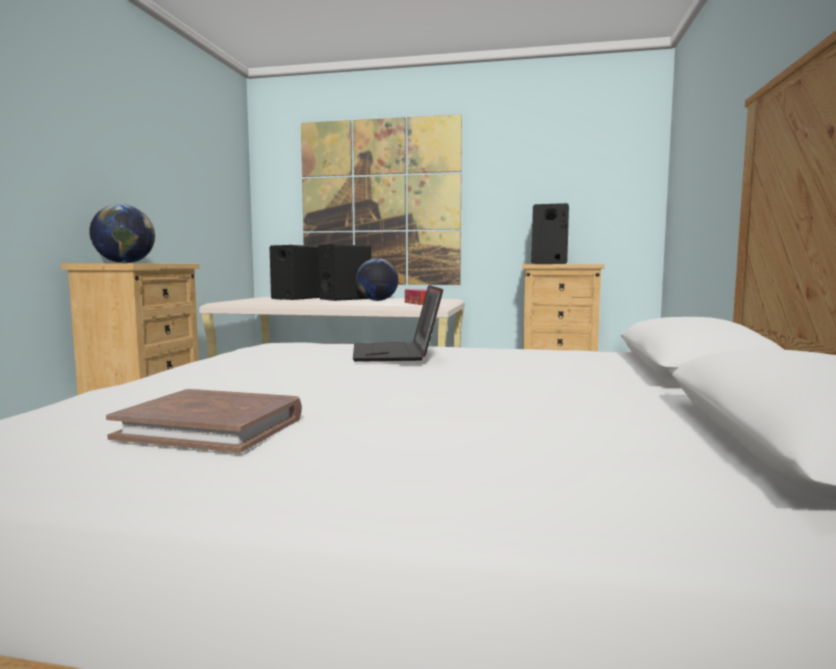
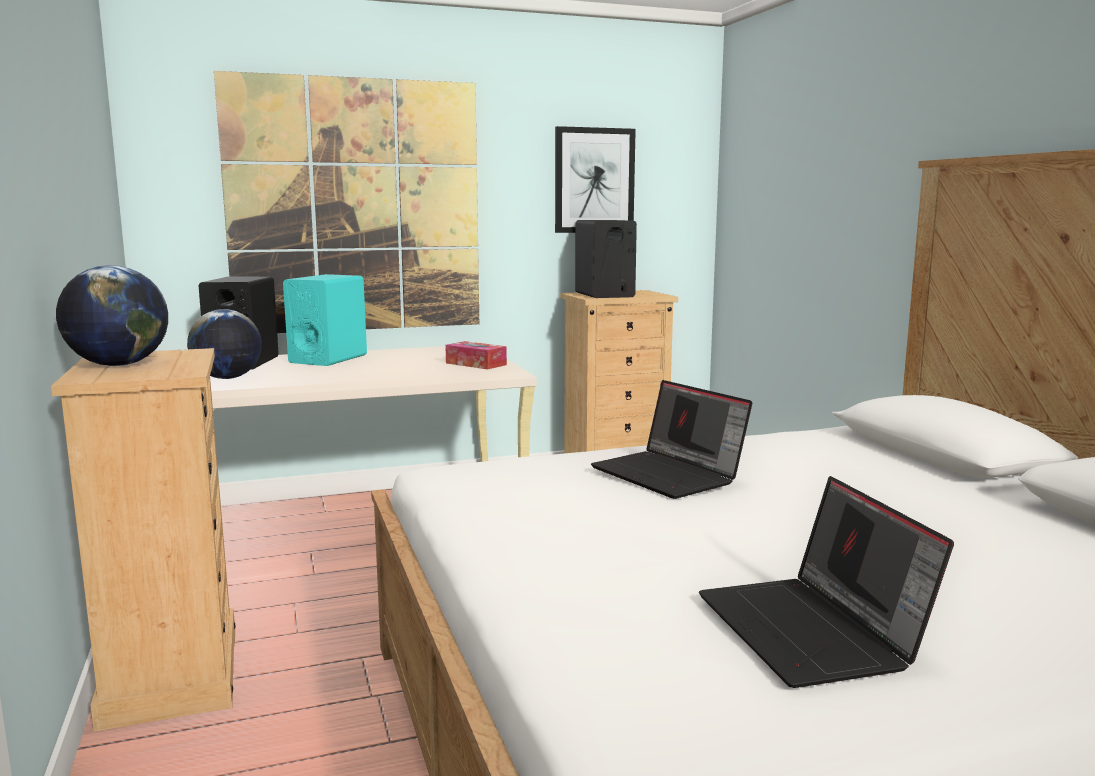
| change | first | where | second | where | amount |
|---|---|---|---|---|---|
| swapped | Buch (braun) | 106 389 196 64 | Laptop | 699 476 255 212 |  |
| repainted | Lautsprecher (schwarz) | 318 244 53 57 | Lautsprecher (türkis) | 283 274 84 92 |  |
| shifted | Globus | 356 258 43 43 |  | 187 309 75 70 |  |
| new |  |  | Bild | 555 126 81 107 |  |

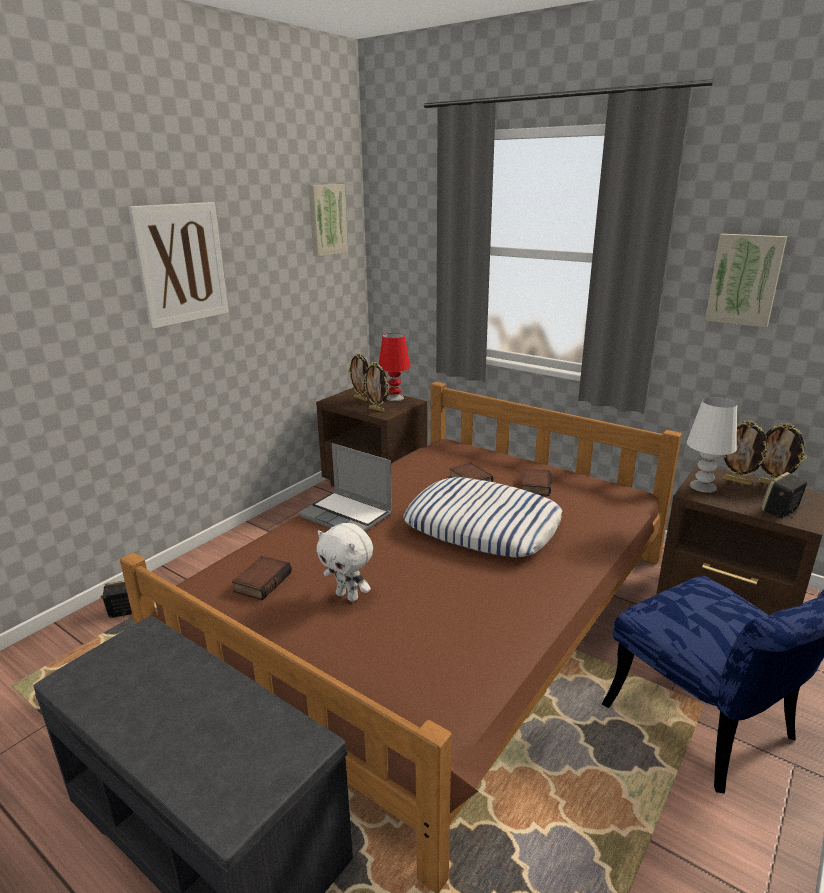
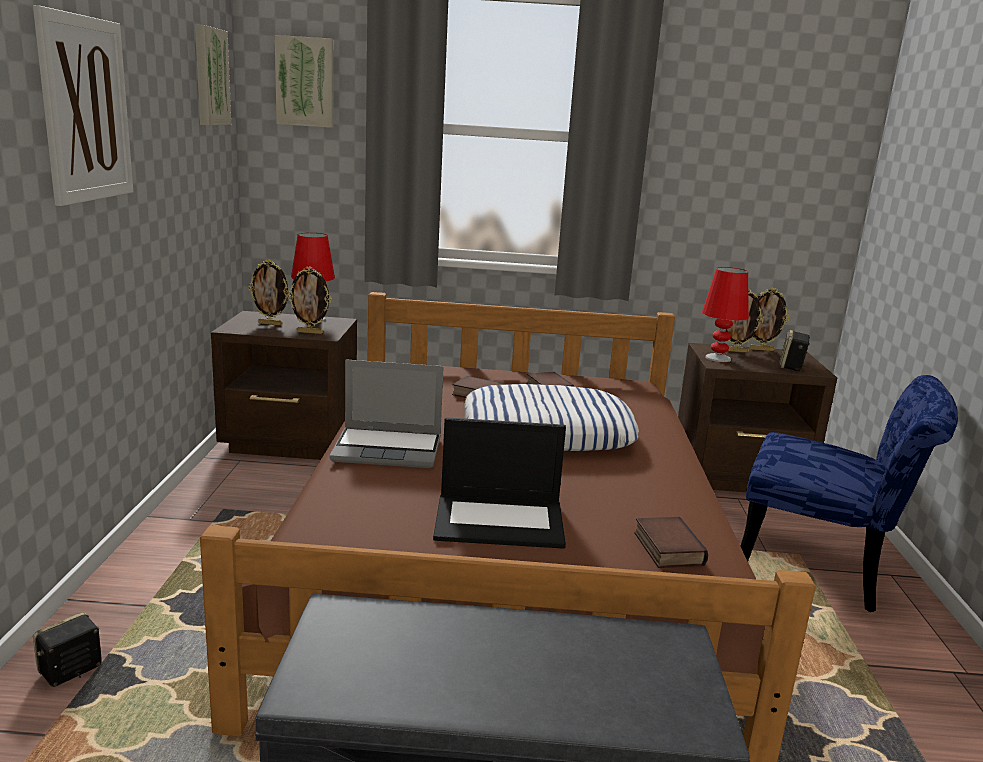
| change | first | where | second | where | amount |
|---|---|---|---|---|---|
| shifted | Buch | 232 556 60 44 |  | 634 517 74 51 |  |
| swapped | Plüschtier (weiß) | 316 523 57 79 | Laptop | 433 417 133 132 |  |
| repainted | Tischlampe (weiß) | 687 397 50 96 | Tischlampe (rot) | 702 267 47 95 |  |
| shifted | Bild | 705 234 82 93 |  | 275 35 59 93 |  |

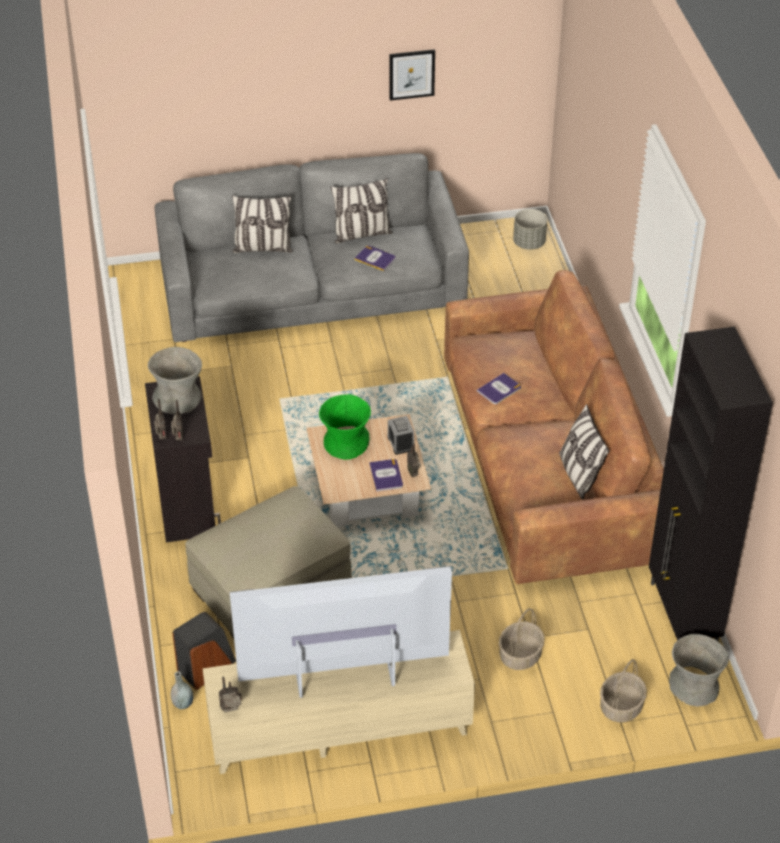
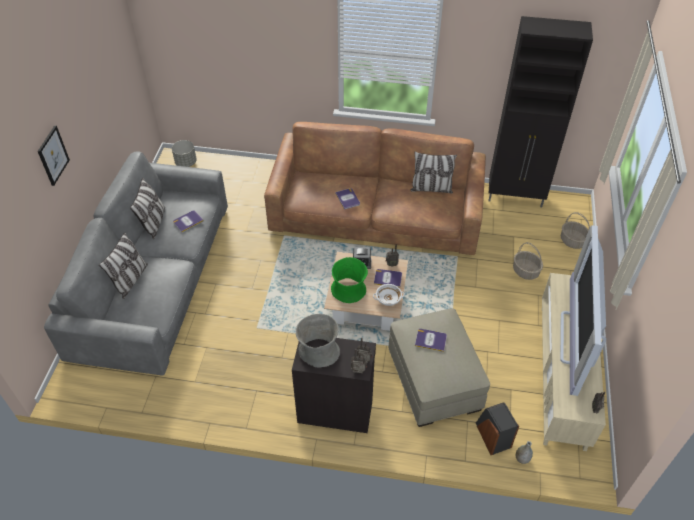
| change | first | where | second | where | amount |
|---|---|---|---|---|---|
| shifted | Bild | 389 49 46 52 |  | 38 125 32 61 |  |
| gone | Vase (grau) | 669 634 60 73 |  |  |  |
| new |  |  | Schüssel (weiß) | 373 284 32 22 |  |
| new |  |  | Buch | 415 329 32 23 |  |

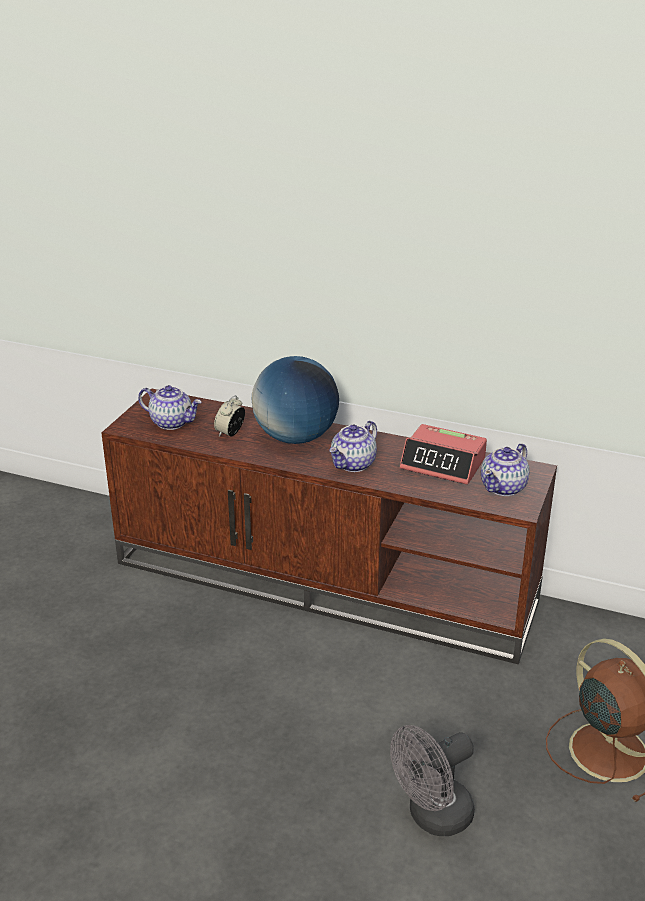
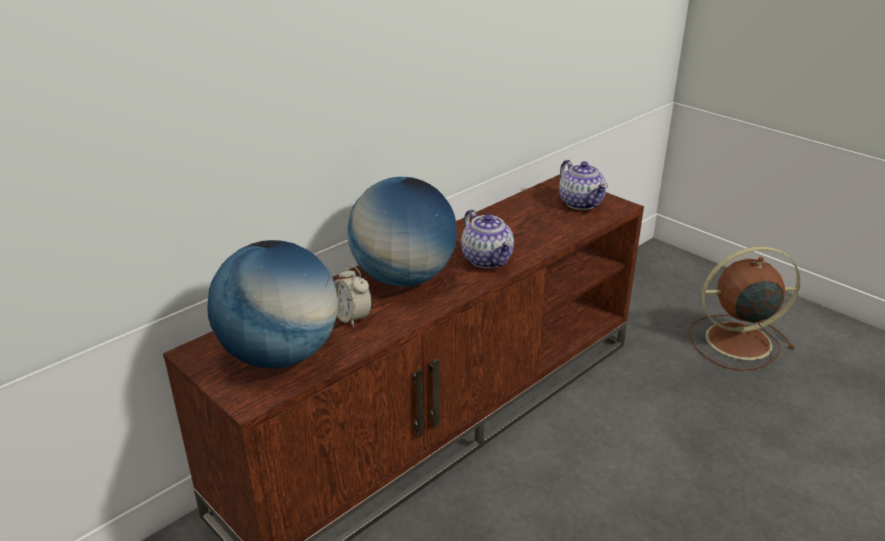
| change | first | where | second | where | amount |
|---|---|---|---|---|---|
| swapped | Teekanne | 138 385 63 45 | Globus | 207 240 131 129 |  |
| gone | Ventilator (grau) | 390 725 85 111 |  |  |  |
| gone | Wecker | 400 424 87 61 |  |  |  |

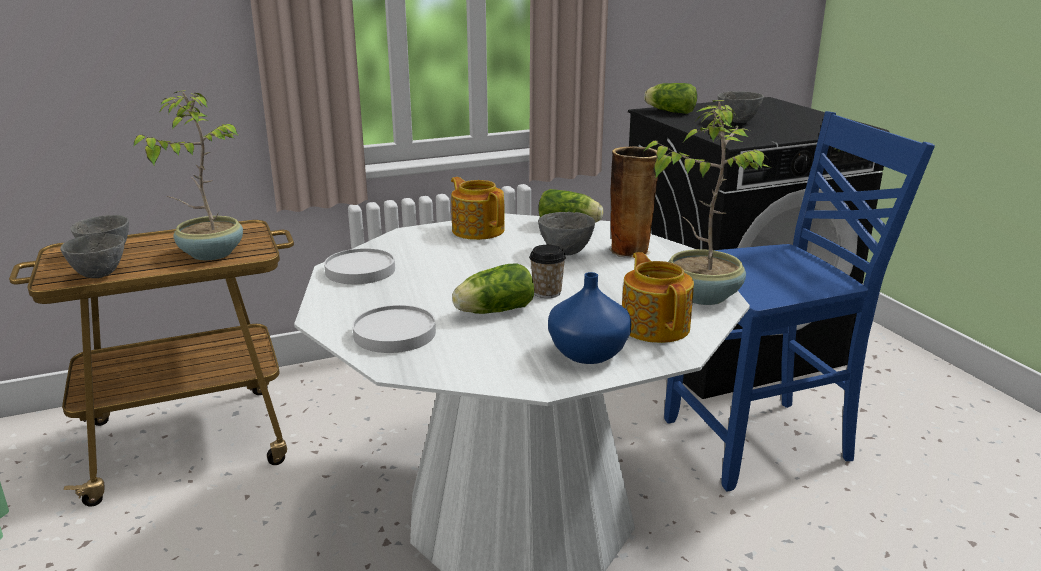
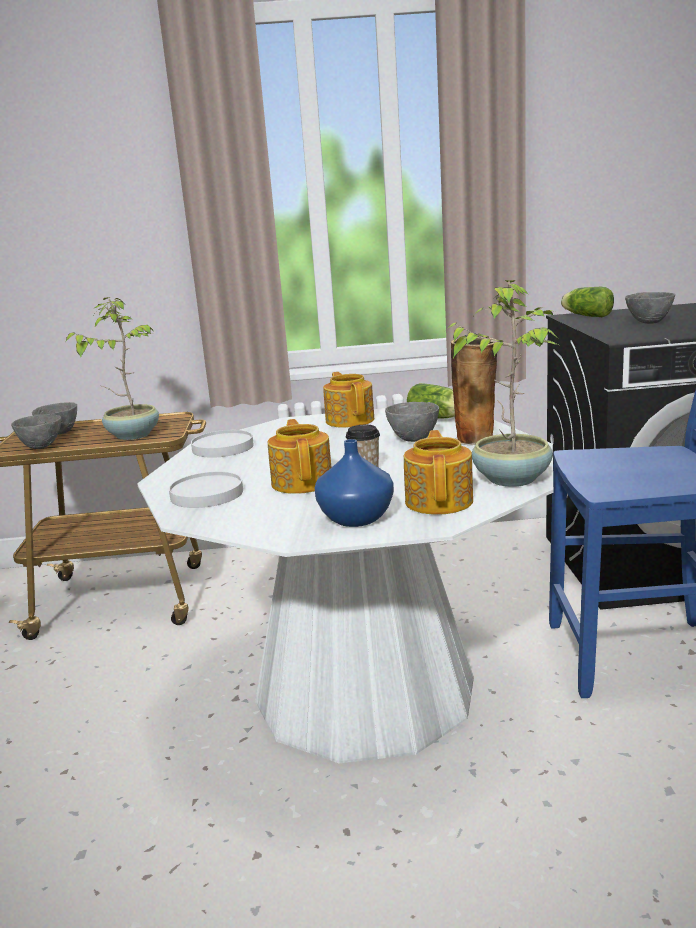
| change | first | where | second | where | amount |
|---|---|---|---|---|---|
| swapped | Salatkopf | 452 263 82 51 | Teekanne | 268 419 64 75 |  |

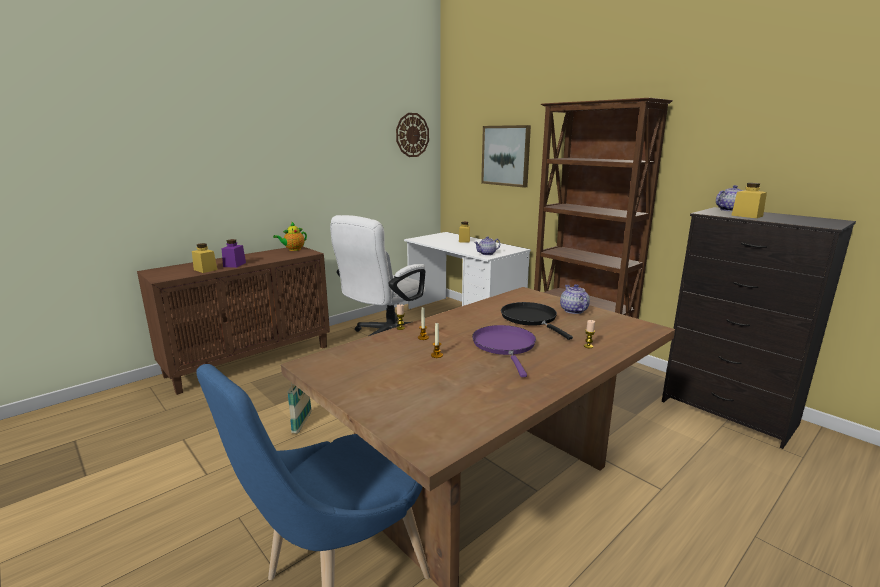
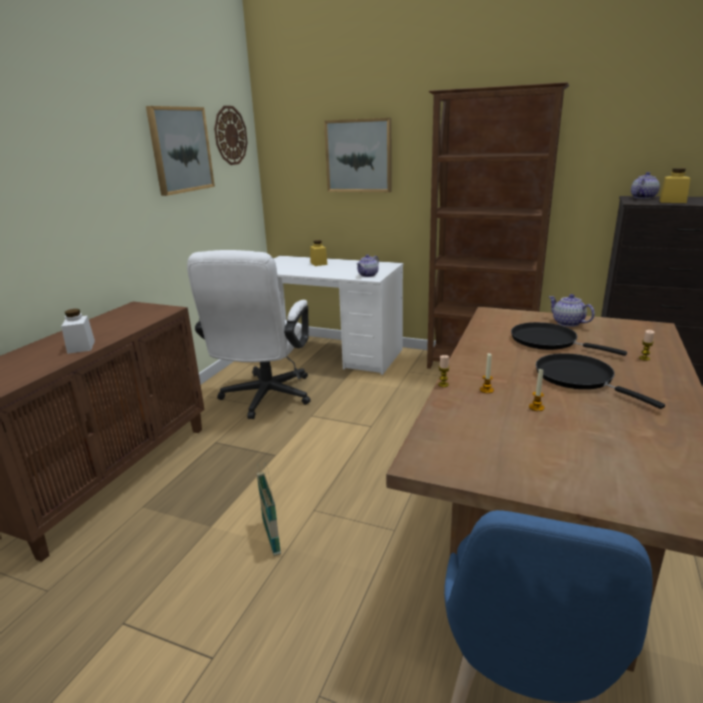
| change | first | where | second | where | amount |
|---|---|---|---|---|---|
| gone | Vorratsglas (gelb) | 192 243 25 30 |  |  |  |
| repainted | Vorratsglas (lila) | 221 239 25 29 | Vorratsglas (weiß) | 61 309 34 45 |  |
| gone | Teekanne | 273 221 34 30 |  |  |  |
| repainted | Pfanne (lila) | 472 325 64 52 | Pfanne (schwarz) | 536 353 129 56 |  |
| new |  |  | Bild | 146 106 69 90 |  |

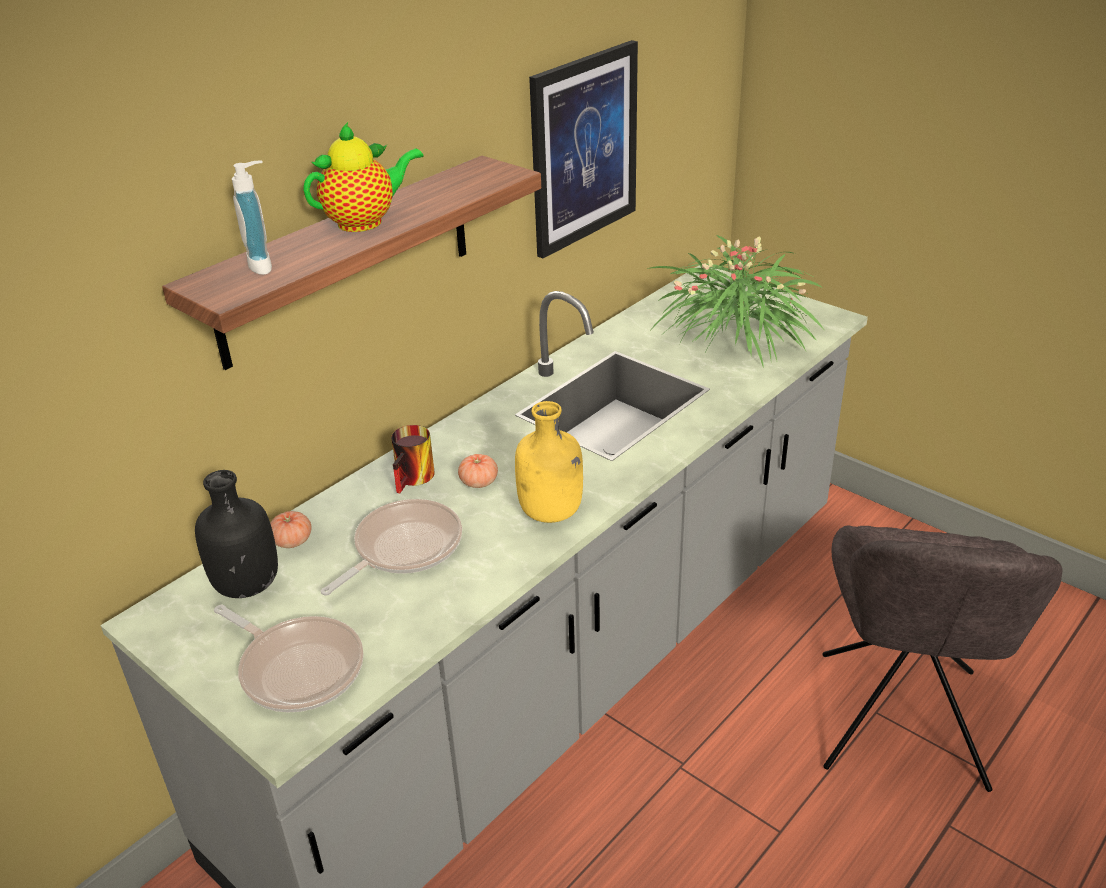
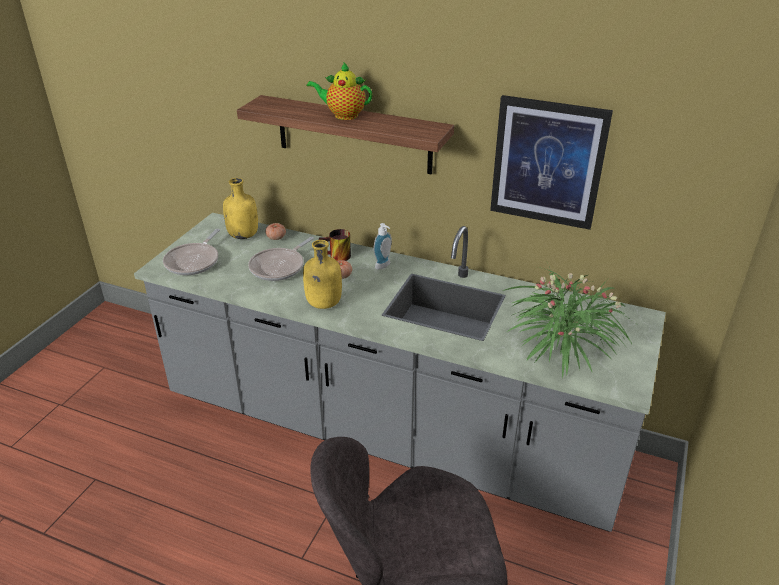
| change | first | where | second | where | amount |
|---|---|---|---|---|---|
| repainted | Flasche (schwarz) | 195 470 83 128 | Flasche (gelb) | 223 178 35 61 |  |
| shifted | Seifenspender | 232 160 40 115 |  | 373 223 19 47 |  |
| rotated | Teekanne | 303 122 121 110 |  | 307 62 65 58 | 150 degrees clockwise |
| rotated | Pfanne | 321 499 141 97 |  | 248 237 66 44 | 105 degrees clockwise |

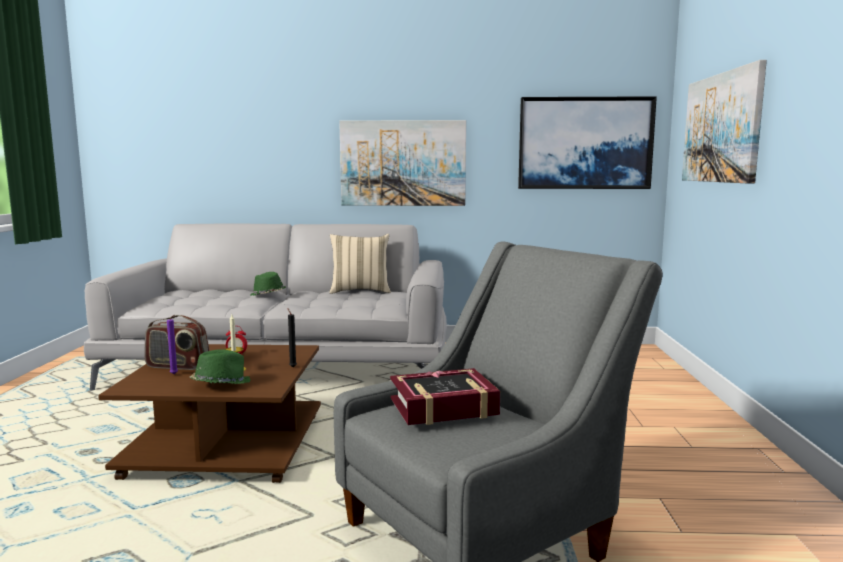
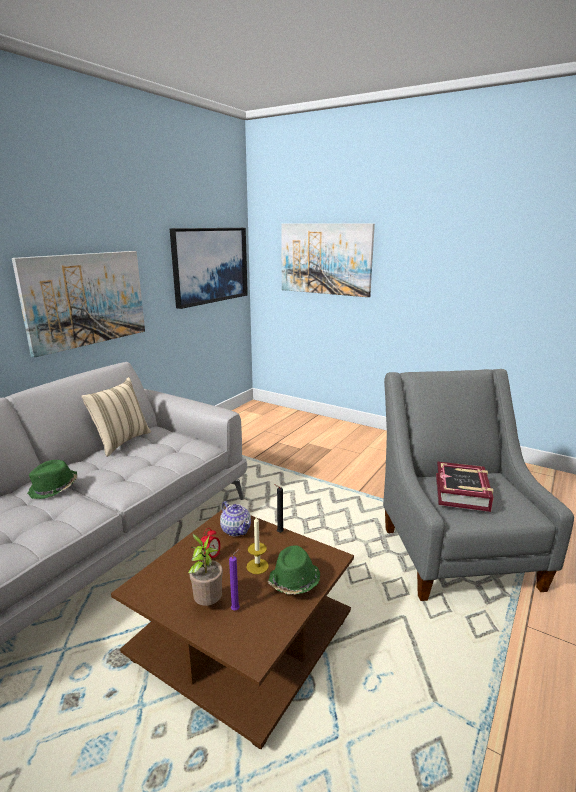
| change | first | where | second | where | amount |
|---|---|---|---|---|---|
| swapped | Radio | 144 315 66 55 | Topfpflanze | 188 534 35 72 |  |
| new |  |  | Teekanne | 220 501 31 35 |  |

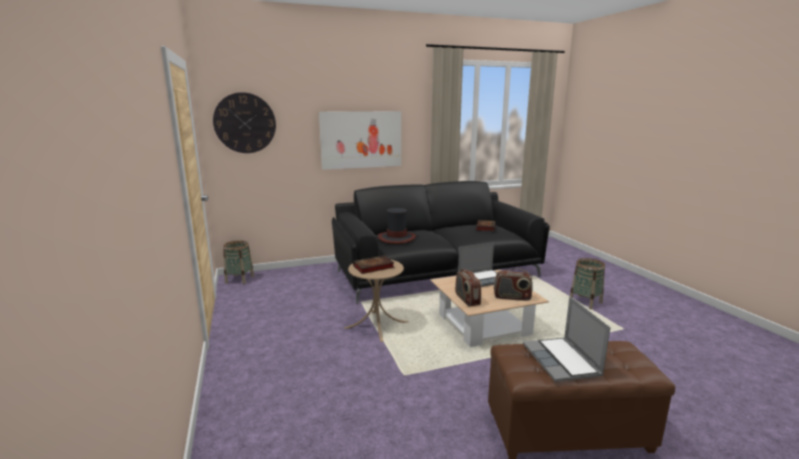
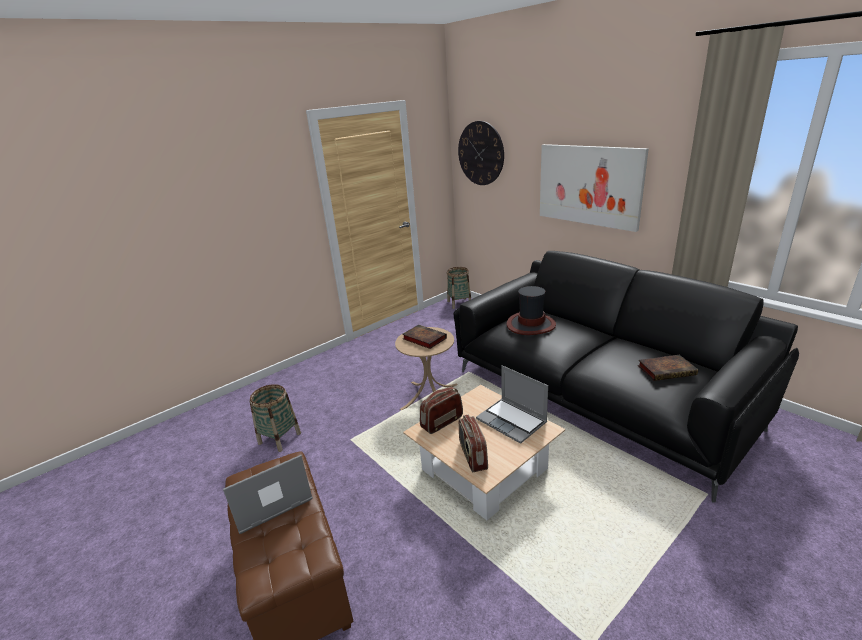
| change | first | where | second | where | amount |
|---|---|---|---|---|---|
| shifted | Korb | 570 258 35 52 |  | 250 384 51 68 |  |

